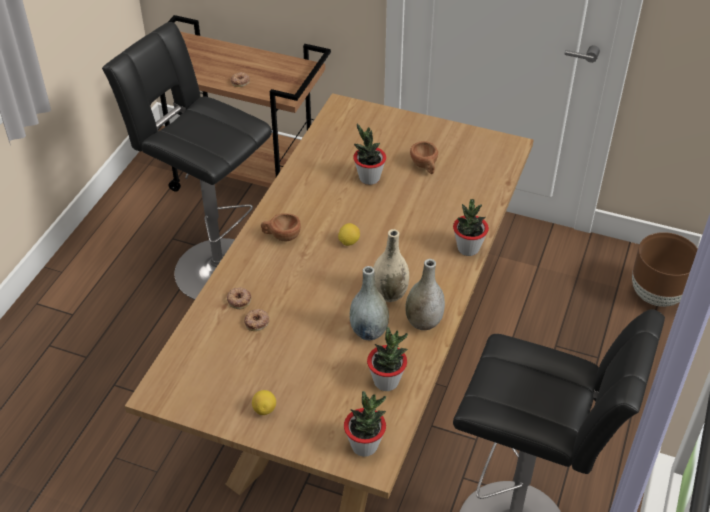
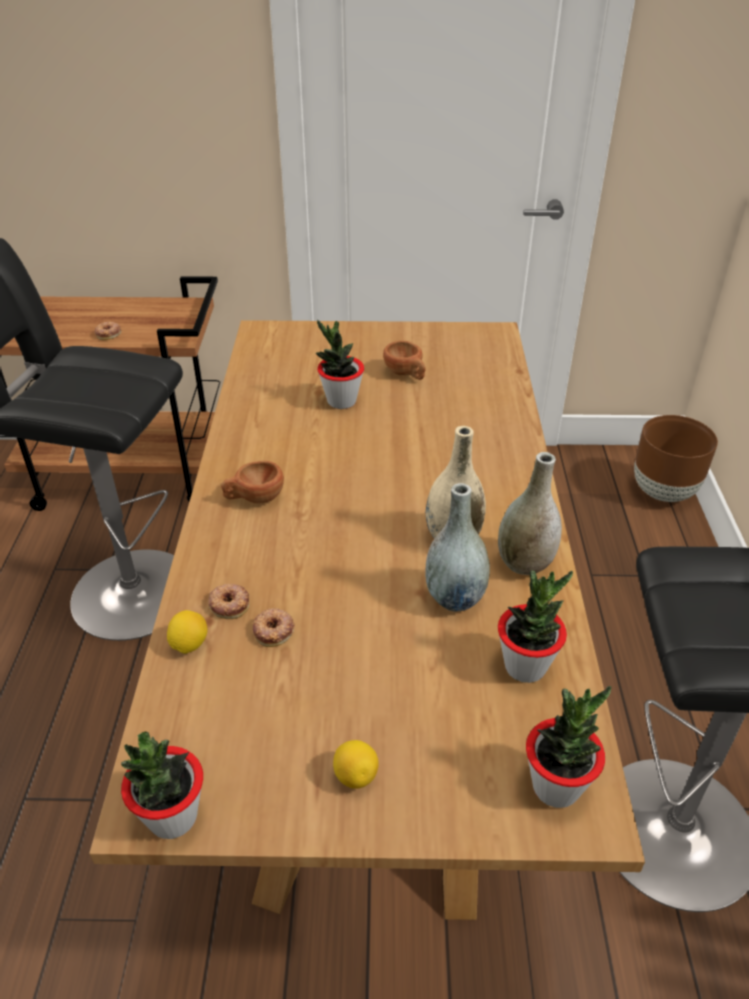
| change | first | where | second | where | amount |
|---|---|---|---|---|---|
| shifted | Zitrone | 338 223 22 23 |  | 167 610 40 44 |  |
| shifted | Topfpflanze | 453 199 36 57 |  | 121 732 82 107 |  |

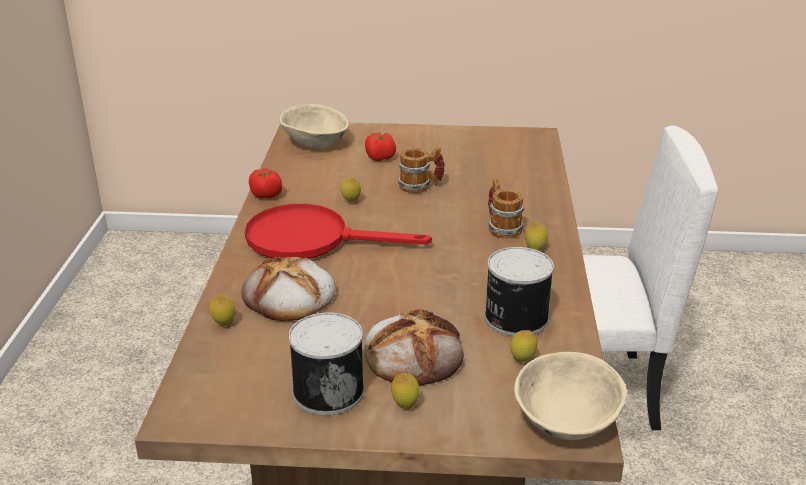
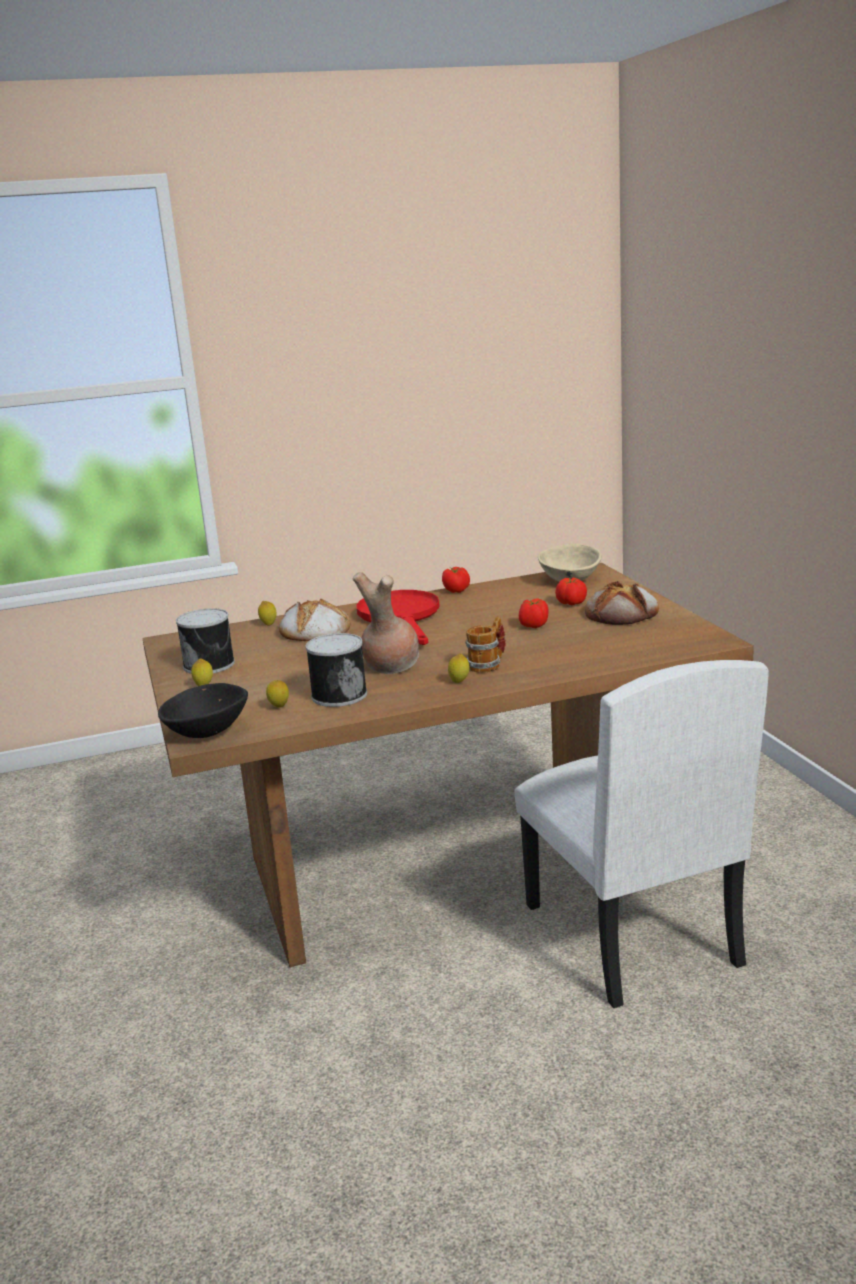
| change | first | where | second | where | amount |
|---|---|---|---|---|---|
| gone | Zitrone | 341 177 20 25 |  |  |  |
| shifted | Brot | 364 309 100 77 |  | 585 581 74 44 |  |
| swapped | Henkelbecher | 398 146 47 47 | Tomate | 519 598 30 30 |  |
| repainted | Schüssel (beige) | 514 352 113 88 | Schüssel (schwarz) | 158 683 90 55 |  |
| new |  |  | Vase (braun) | 353 572 66 102 |  |

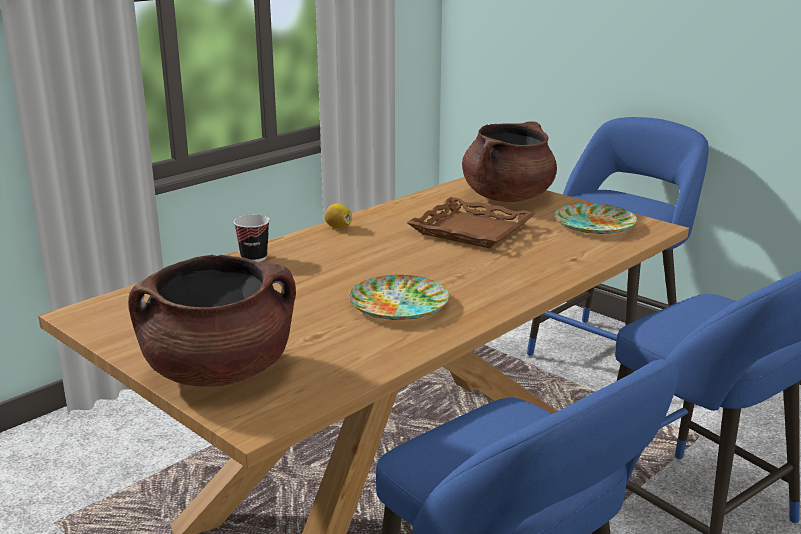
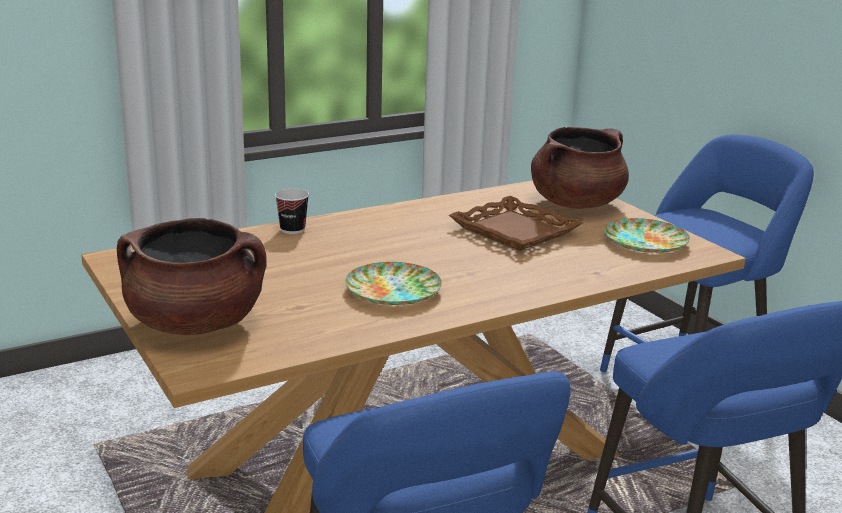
| change | first | where | second | where | amount |
|---|---|---|---|---|---|
| gone | Zitrone | 324 203 28 25 |  |  |  |

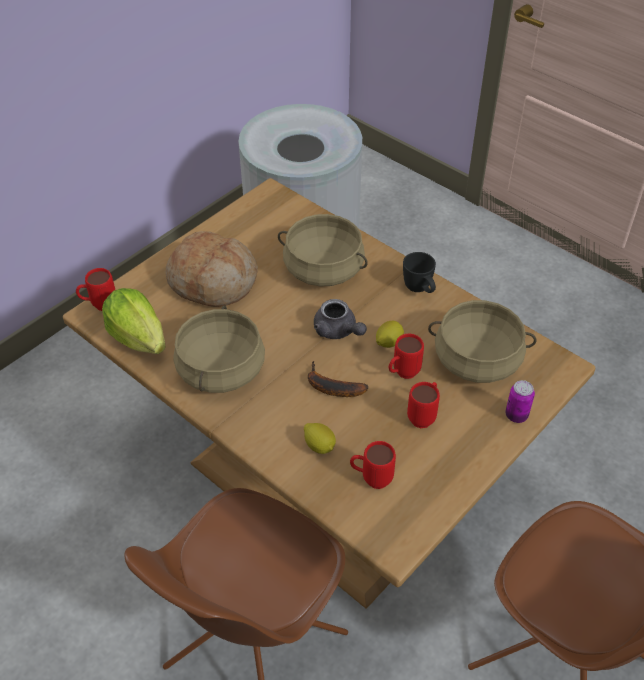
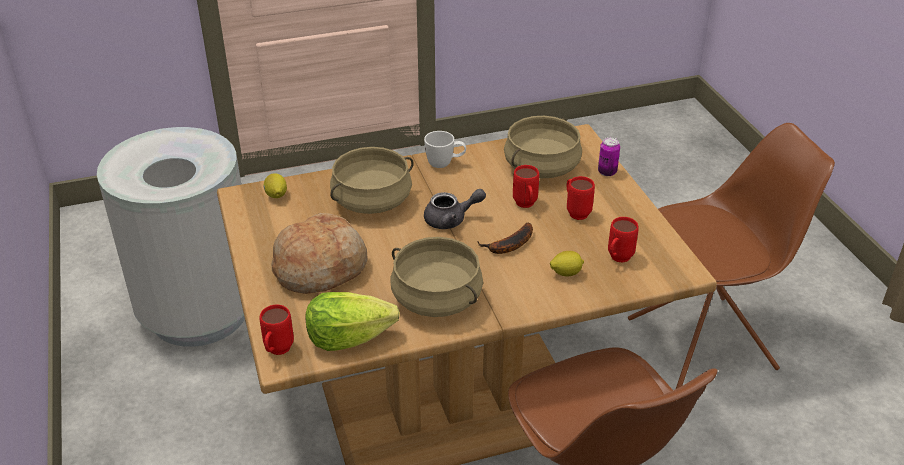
| change | first | where | second | where | amount |
|---|---|---|---|---|---|
| shifted | Zitrone | 376 321 28 27 |  | 263 173 24 25 |  |
| repainted | Henkelbecher (schwarz) | 403 252 33 41 | Henkelbecher (weiß) | 424 131 42 37 |  |

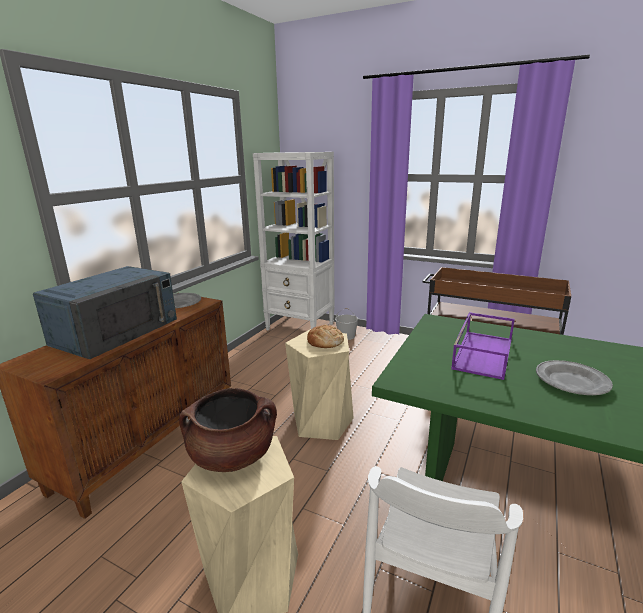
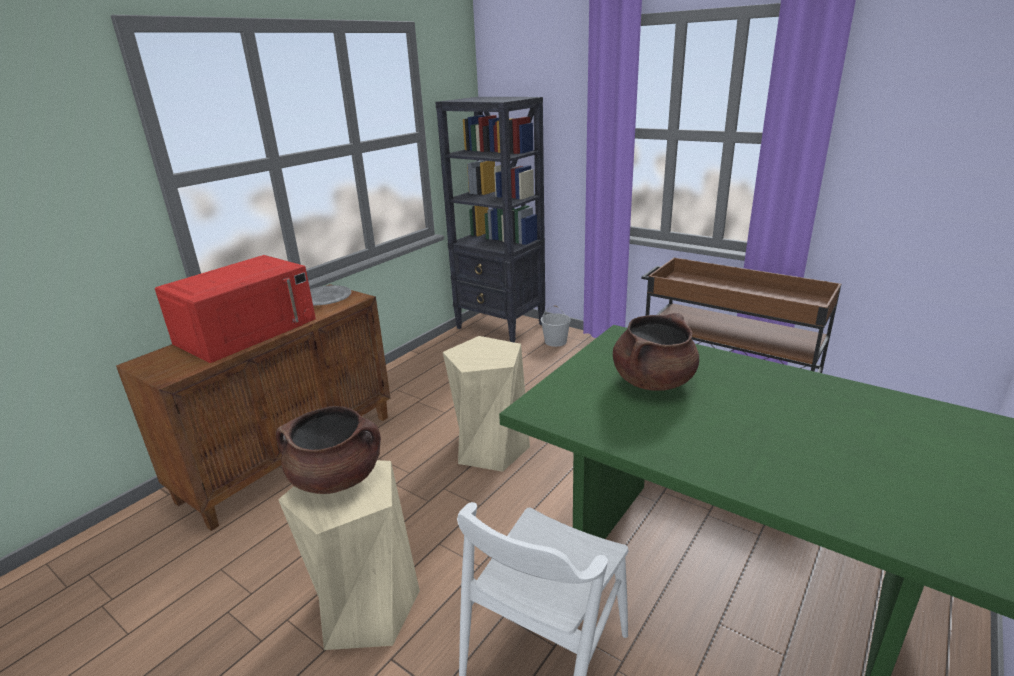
| change | first | where | second | where | amount |
|---|---|---|---|---|---|
| repainted | Mikrowelle (blau) | 33 266 144 93 | Mikrowelle (rot) | 155 255 161 108 |  |
| repainted | Bücherregal (weiß) | 253 152 82 178 | Bücherregal (schwarz) | 435 97 110 246 |  |
| gone | Brot | 307 325 37 23 |  |  |  |
| swapped | Tablett (lila) | 451 312 64 68 | Kochtopf (braun) | 613 313 86 78 |  |
| gone | Teller (grau) | 536 360 77 35 |  |  |  |

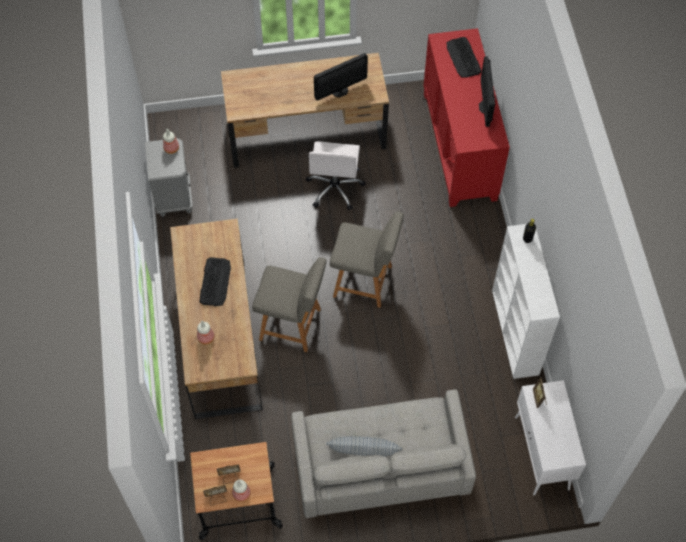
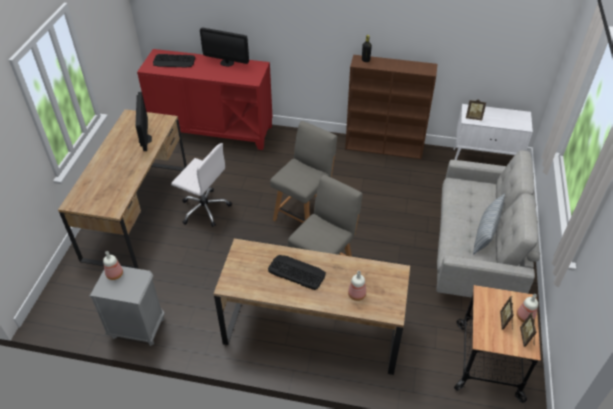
| change | first | where | second | where | amount |
|---|---|---|---|---|---|
| repainted | Bücherregal (weiß) | 492 223 68 156 | Bücherregal (braun) | 345 55 92 104 |  |

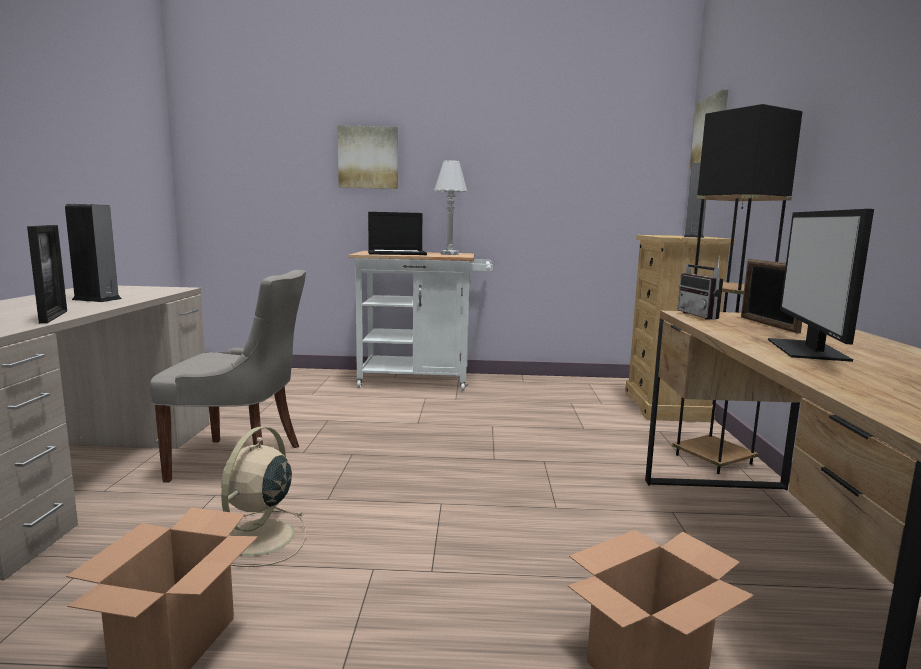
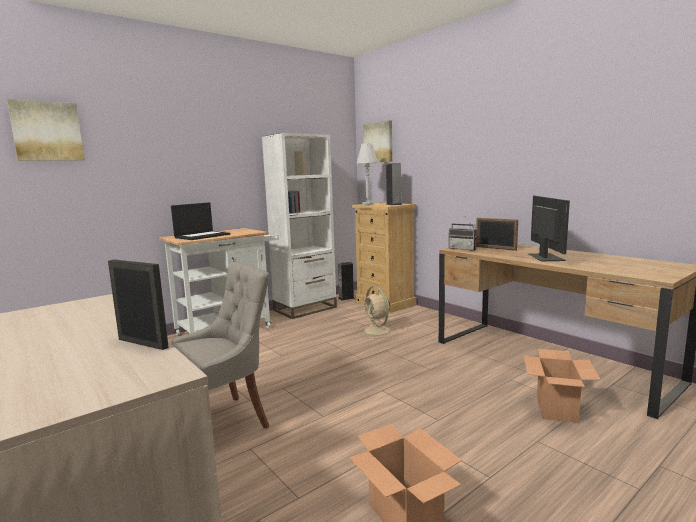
| change | first | where | second | where | amount |
|---|---|---|---|---|---|
| shifted | Lautsprecher | 65 204 57 98 |  | 338 262 17 39 |  |
| shifted | Ventilator (beige) | 221 427 85 140 |  | 357 286 42 52 |  |
| shifted | Bild | 338 125 60 64 |  | 7 99 77 62 |  |
| shifted | Tischlampe (weiß) | 434 160 34 95 |  | 356 143 22 62 |  |
| gone | Stehlampe (schwarz) | 672 104 131 370 |  |  |  |
| rotated | Monitor | 768 209 106 153 |  | 528 196 42 65 | 150 degrees counterclockwise |
| new |  |  | Bücherregal (weiß) | 262 133 75 186 |  |

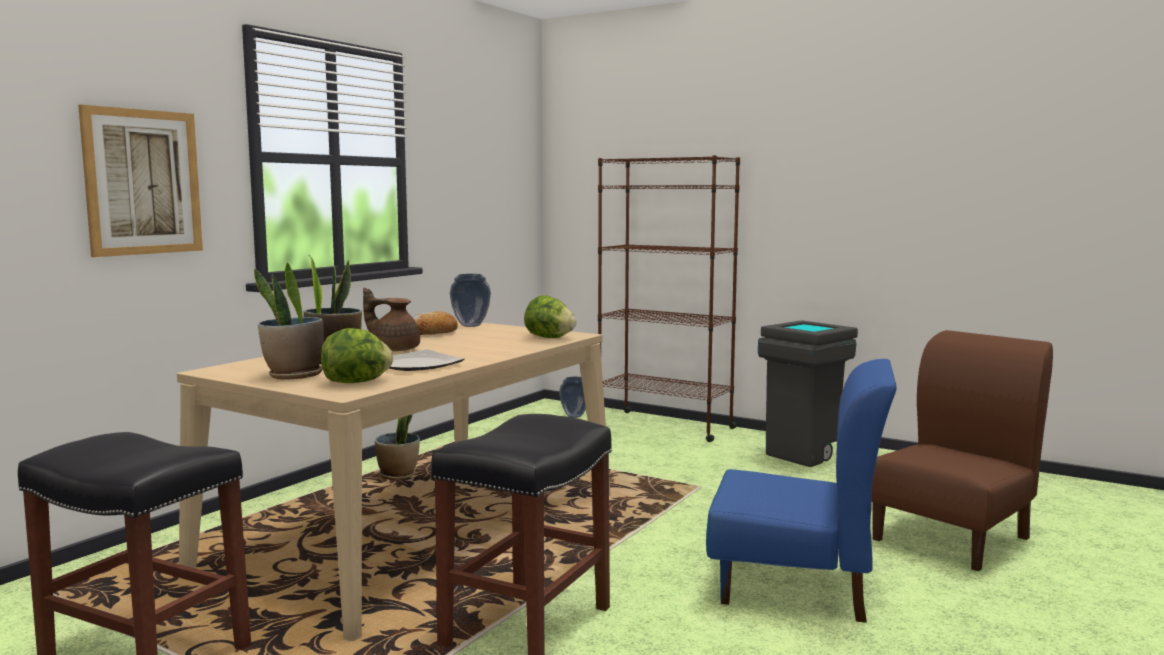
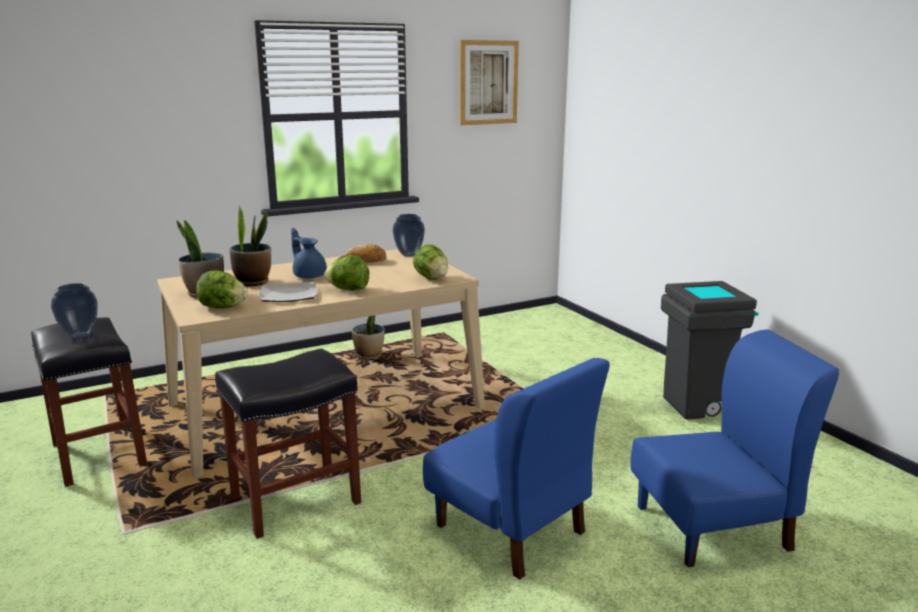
| change | first | where | second | where | amount |
|---|---|---|---|---|---|
| shifted | Bild | 78 105 125 152 |  | 460 40 59 85 |  |
| repainted | Teekanne (braun) | 363 288 57 63 | Teekanne (blau) | 291 228 36 50 |  |
| shifted | Vase | 559 377 27 41 |  | 51 283 46 55 |  |
| gone | Bücherregal (braun) | 598 155 142 287 |  |  |  |
| repainted | Stuhl (braun) | 871 330 182 241 | Stuhl (blau) | 630 329 209 238 |  |
| new |  |  | Salatkopf | 324 255 45 35 |  |

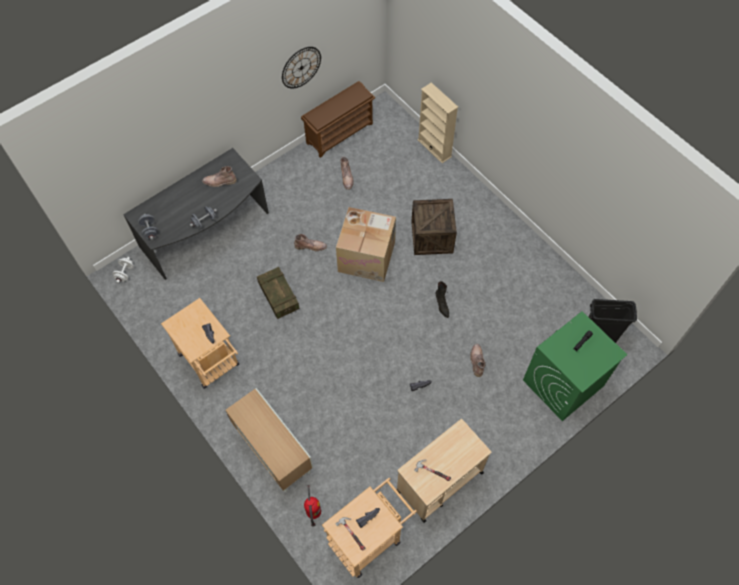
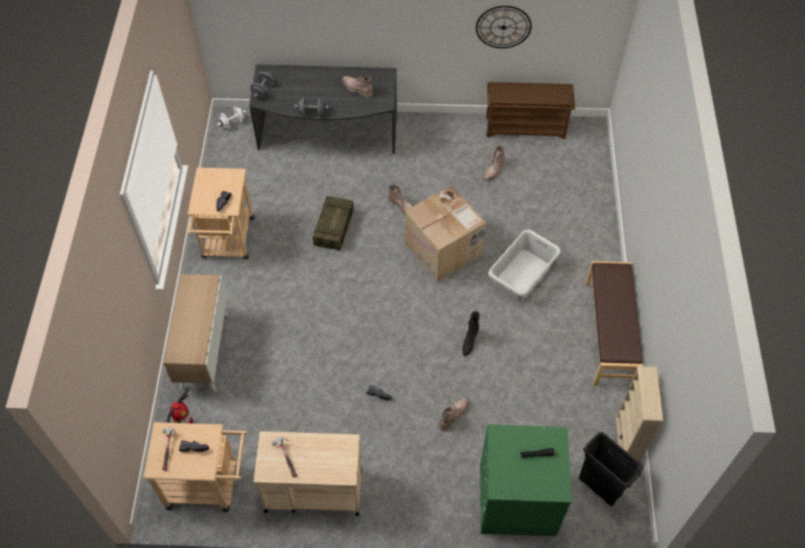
| change | first | where | second | where | amount |
|---|---|---|---|---|---|
| swapped | Kiste | 411 199 46 56 | Wäschekorb (grau) | 488 230 73 71 |  |
| shifted | Bücherregal (beige) | 417 82 41 81 |  | 616 366 47 96 |  |
| new |  |  | Bank (braun) | 585 261 58 125 |  |

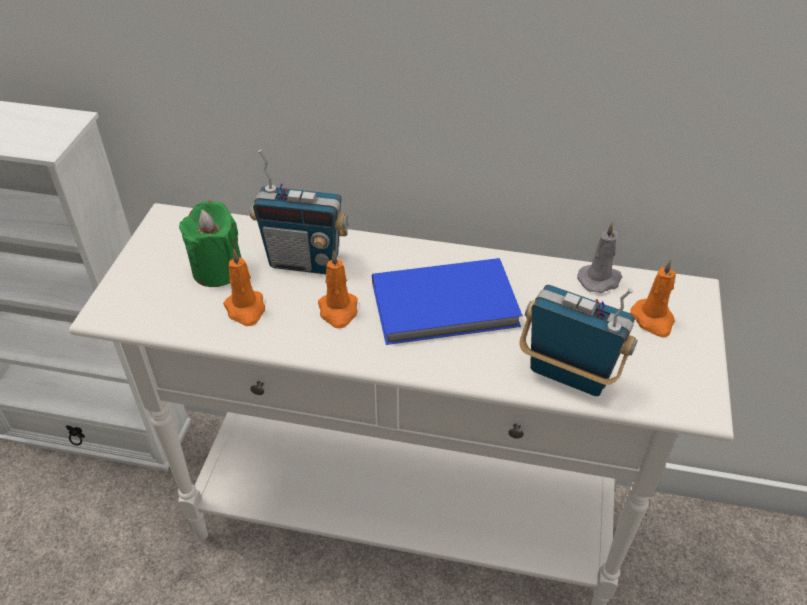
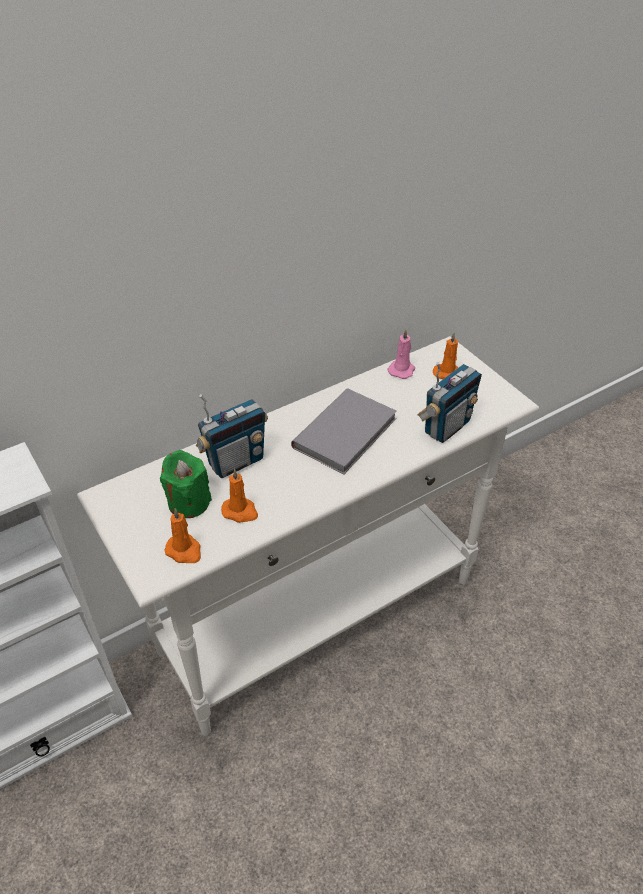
| change | first | where | second | where | amount |
|---|---|---|---|---|---|
| shifted | Kerze (orange) | 318 250 40 79 |  | 164 508 37 55 |  |
| repainted | Buch (blau) | 372 258 151 87 | Buch (grau) | 291 388 106 86 |  |
| rotated | Radio | 519 285 118 111 |  | 417 362 65 81 | 150 degrees clockwise |
| repainted | Kerze (grau) | 577 221 45 72 | Kerze (rosa) | 388 329 27 50 |  |

